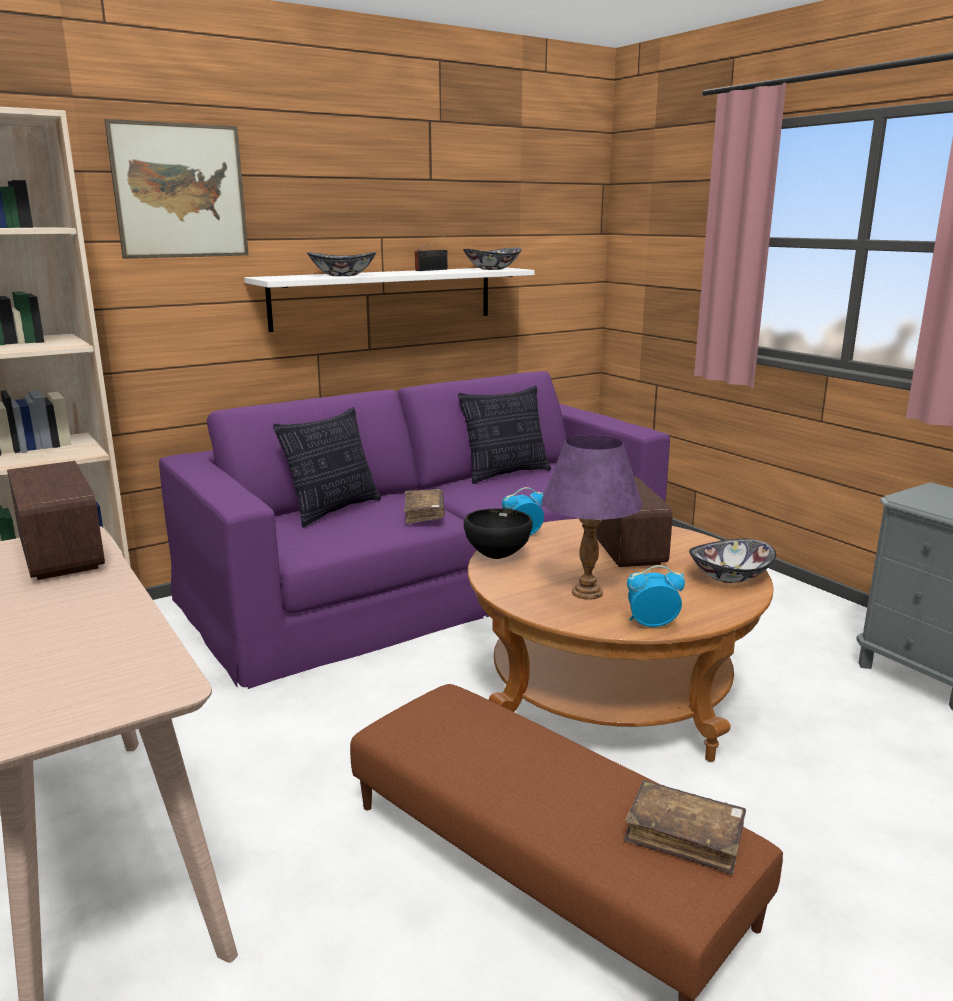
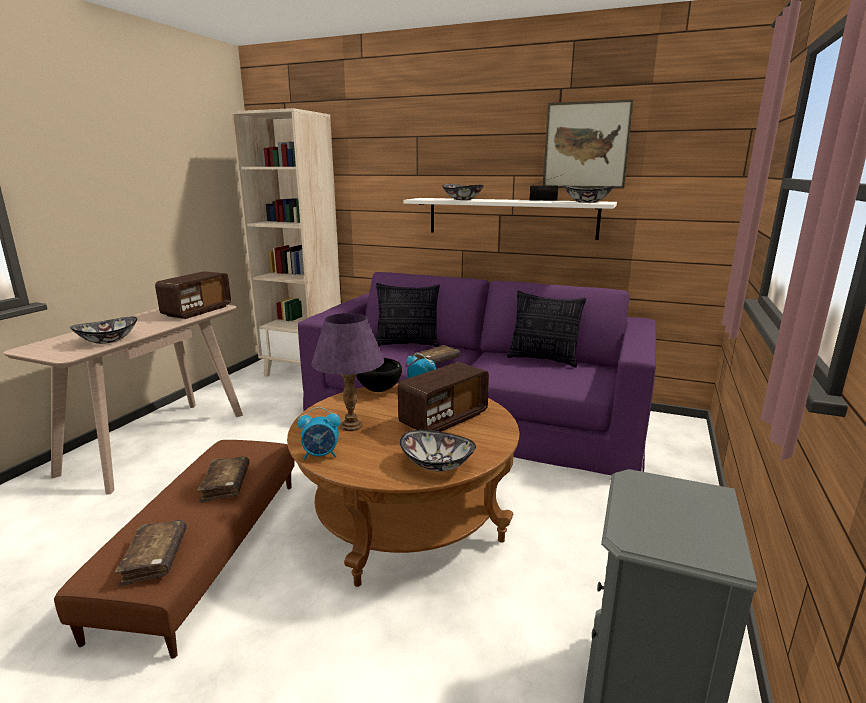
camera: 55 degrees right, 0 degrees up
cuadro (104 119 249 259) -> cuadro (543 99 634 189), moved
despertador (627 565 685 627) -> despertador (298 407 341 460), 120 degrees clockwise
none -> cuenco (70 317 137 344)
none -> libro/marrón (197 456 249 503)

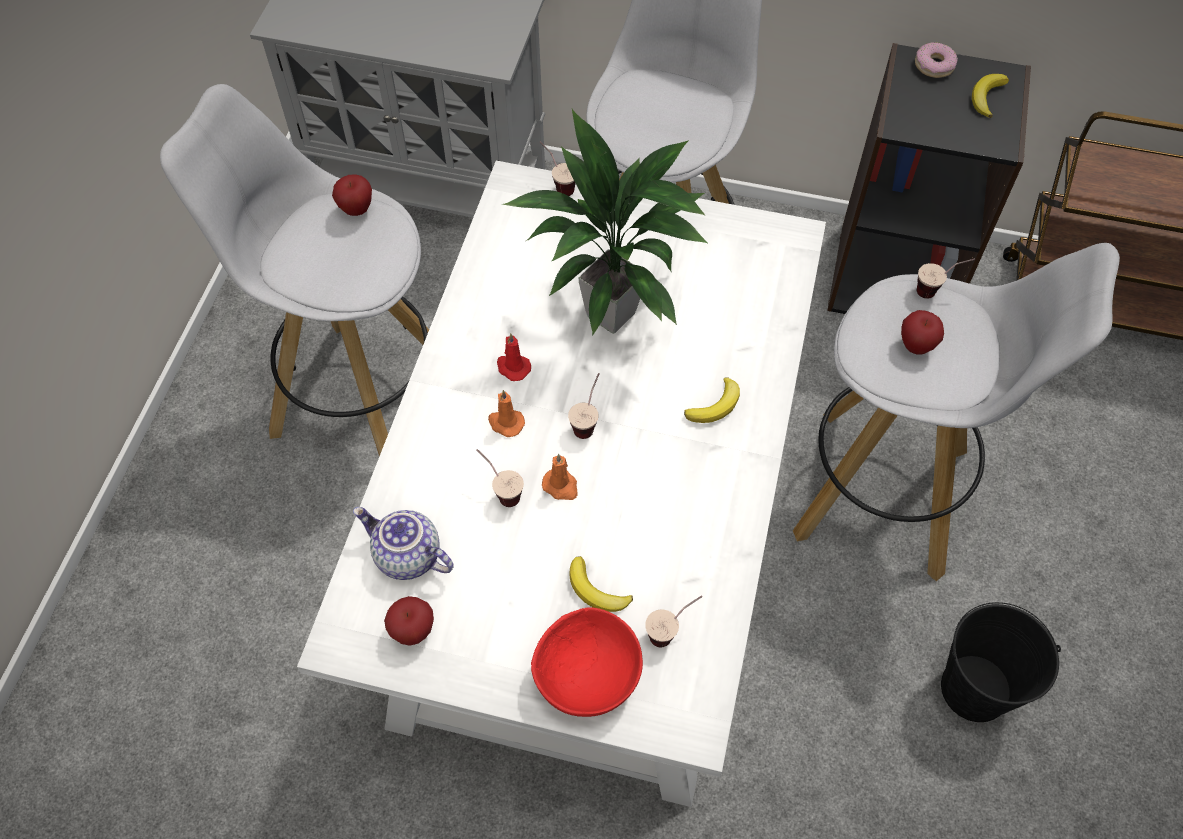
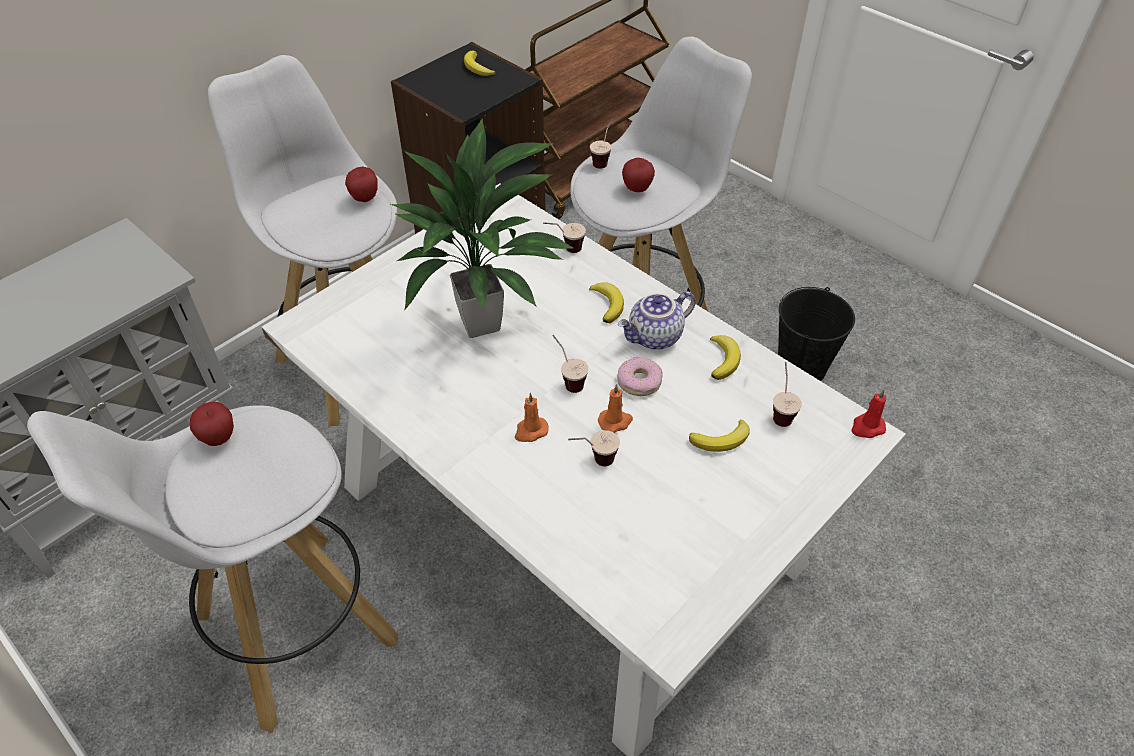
camera: 60 degrees left, 10 degrees down
rosquilla (915 42 958 78) -> rosquilla (617 357 663 396), moved
taza (540 141 576 196) -> taza (543 222 586 253), moved
vela/rojo (497 333 531 381) -> vela/rojo (851 389 887 438), moved
tetera (353 507 454 580) -> tetera (618 291 696 350), moved
manzana (384 596 434 646) -> manzana (345 166 378 202), moved
cuenco/rojo (531 607 643 717) -> none
none -> plátano (710 335 741 380)

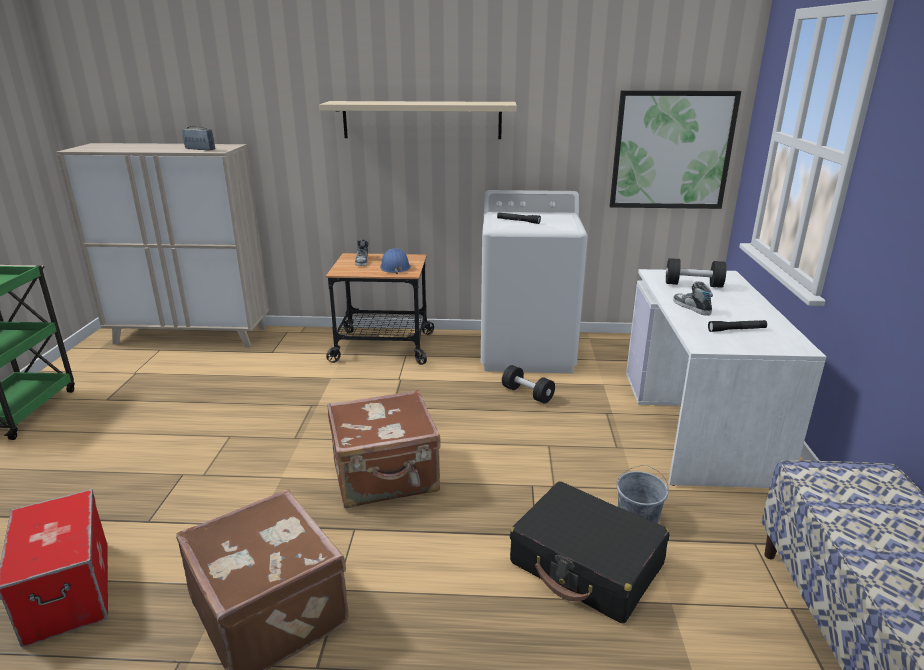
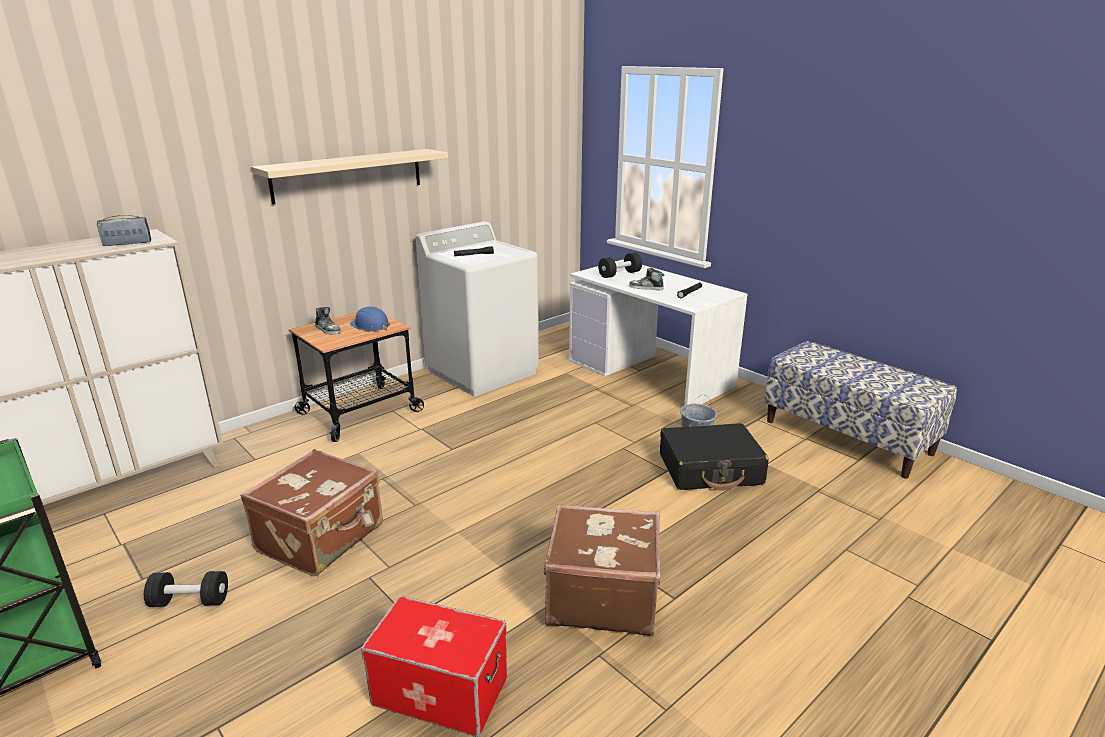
camera: 45 degrees left, 0 degrees up
cuadro (610 90 741 209) -> none
mancuerna/negro (502 365 555 404) -> mancuerna/negro (144 571 228 607), moved
maleta/marrón (327 390 441 508) -> maleta/marrón (240 449 383 576), moved

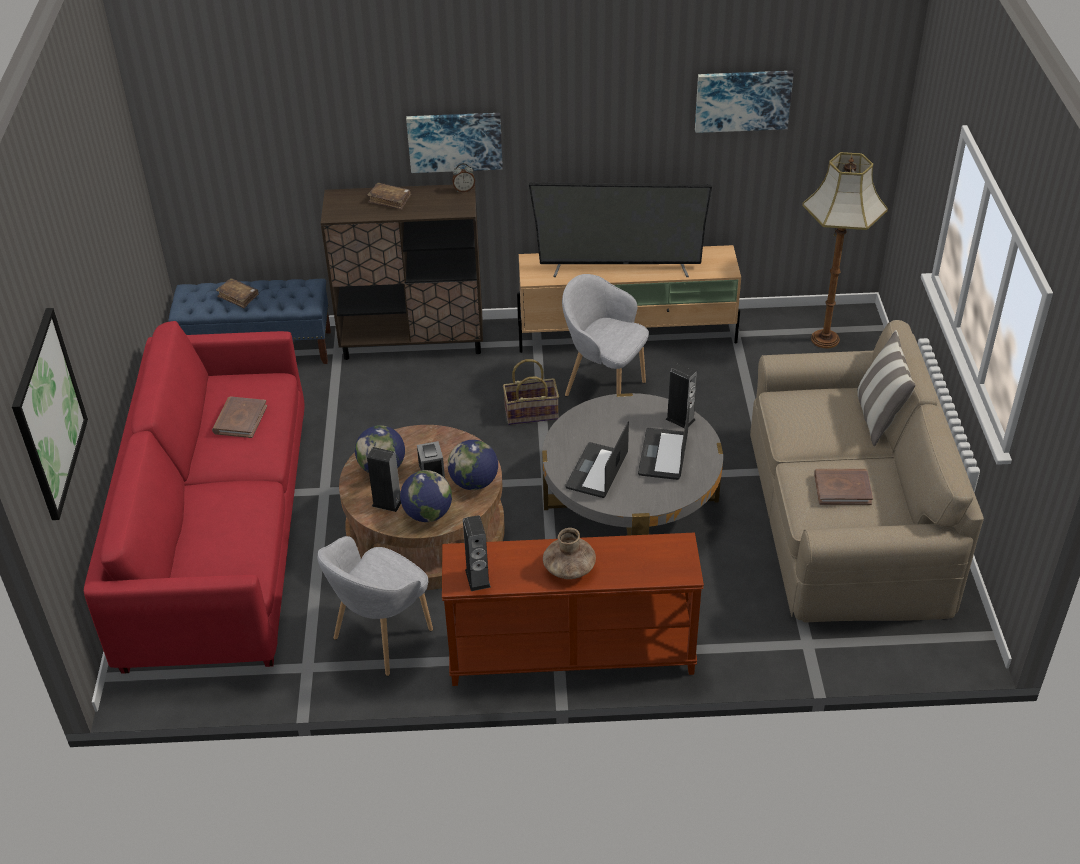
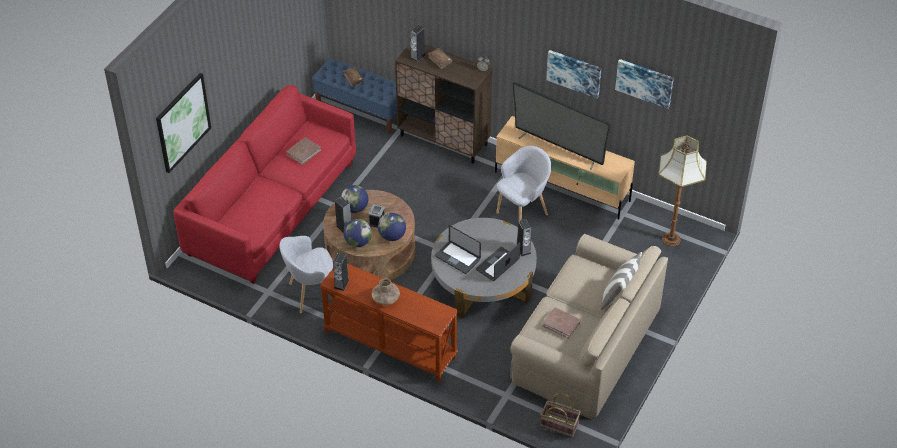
camera: 30 degrees right, 5 degrees up
cuadro (406 113 503 173) -> cuadro (546 50 602 98), moved
sillón/gris (562 274 649 397) -> sillón/gris (496 146 551 221), 75 degrees clockwise
cesta (503 359 559 425) -> cesta (540 393 581 437), moved
portátil (565 421 629 498) -> portátil (435 225 481 274), 105 degrees counterclockwise
none -> altavoz (410 25 426 62)

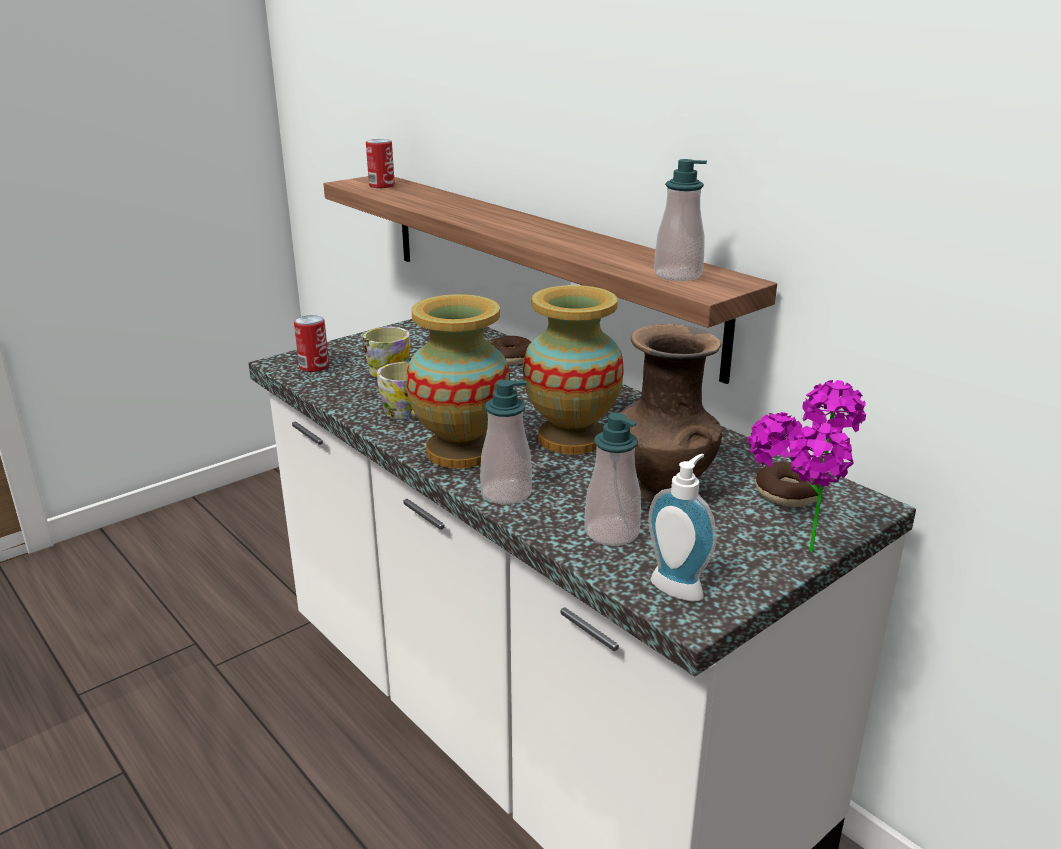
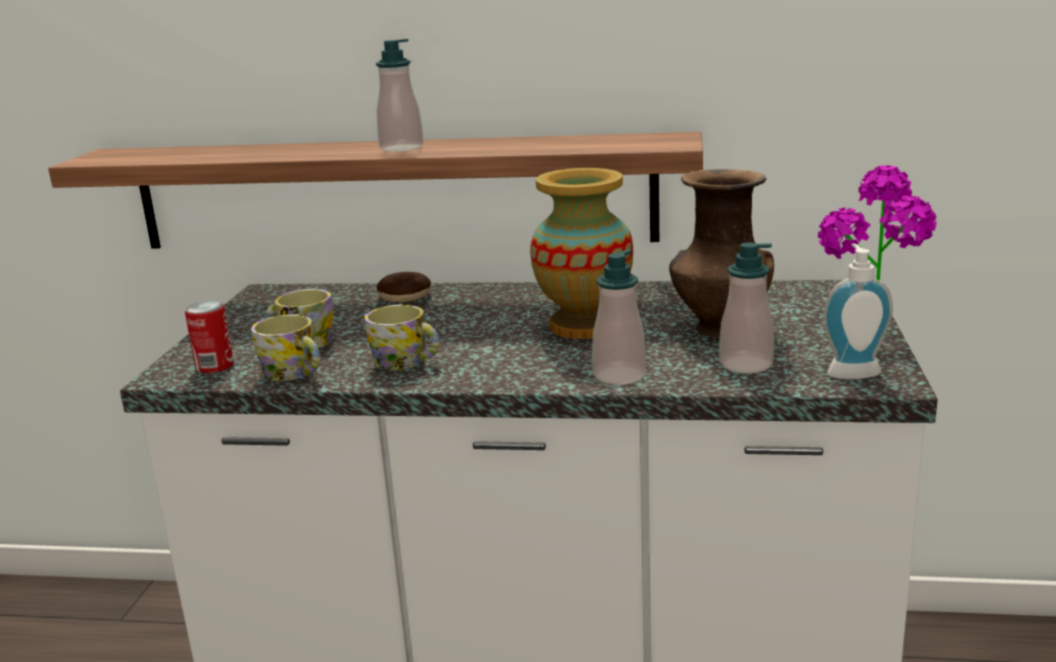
camera: 40 degrees left, 5 degrees down
lata (366 139 395 188) -> none
dispensador de jabón (654 159 707 281) -> dispensador de jabón (376 39 424 152), moved
florero (406 294 510 469) -> none
rosquilla (756 462 823 507) -> none
none -> taza grande (251 314 321 381)

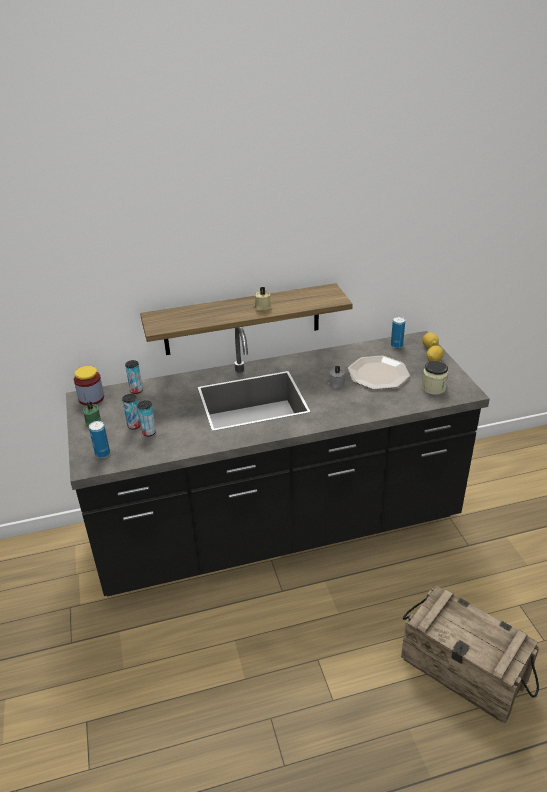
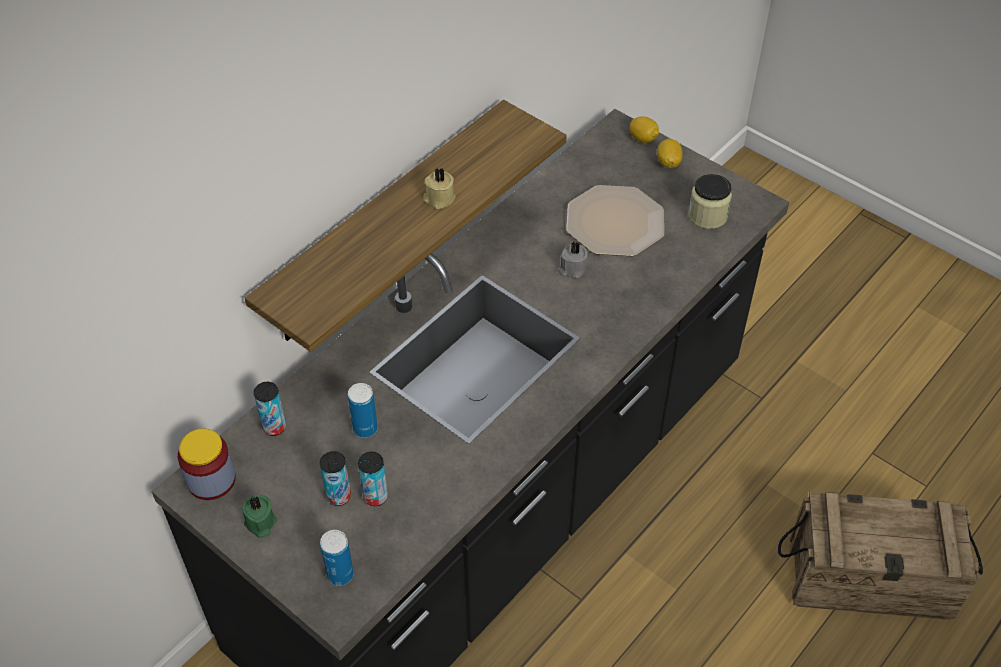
camera: 35 degrees left, 15 degrees up
lata (391 317 405 348) -> lata (348 383 378 438), moved

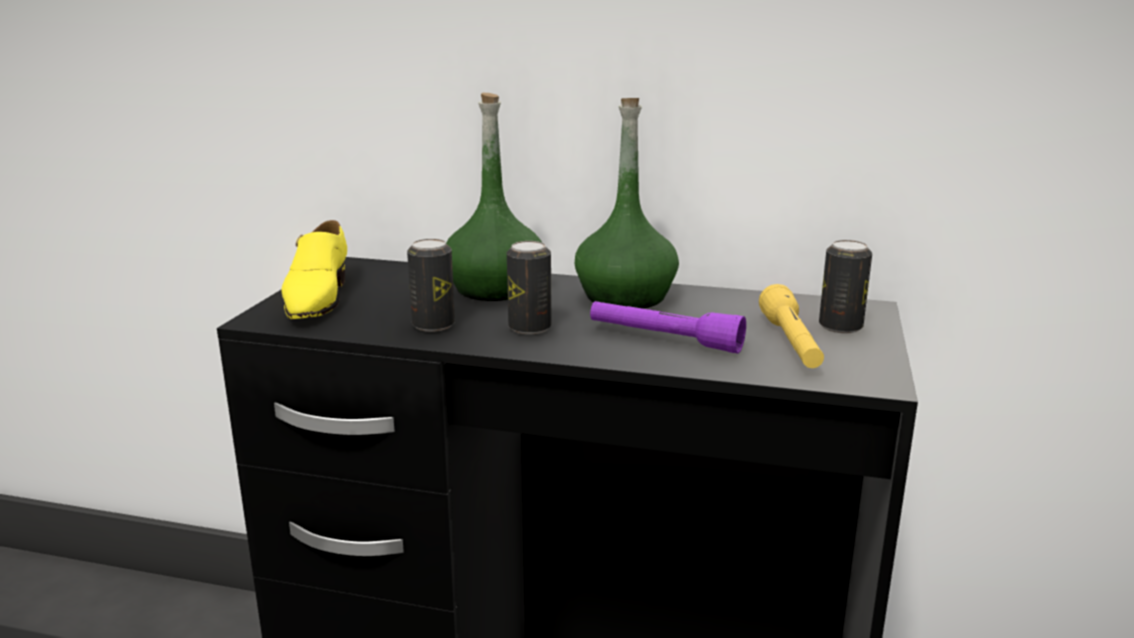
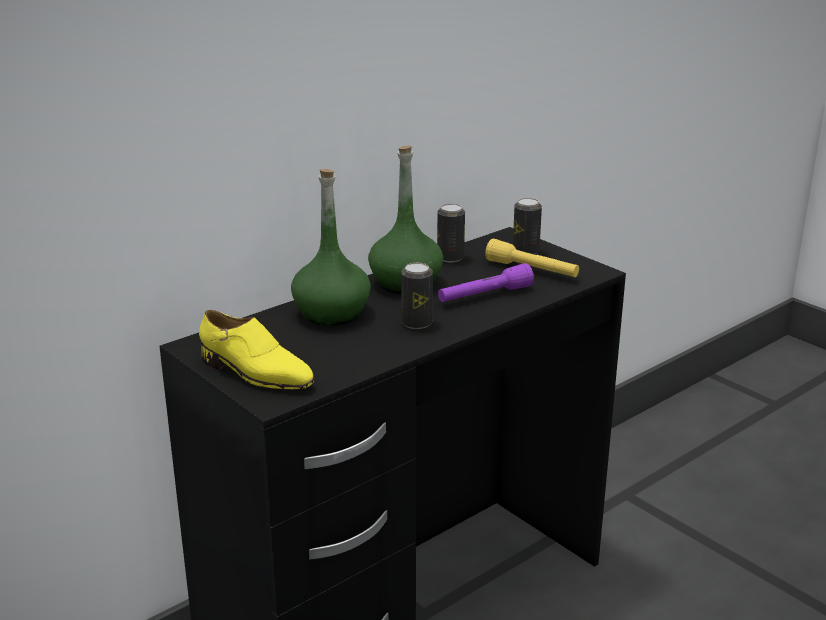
camera: 55 degrees left, 5 degrees up
lata (407 239 455 332) -> lata (437 204 465 263), moved

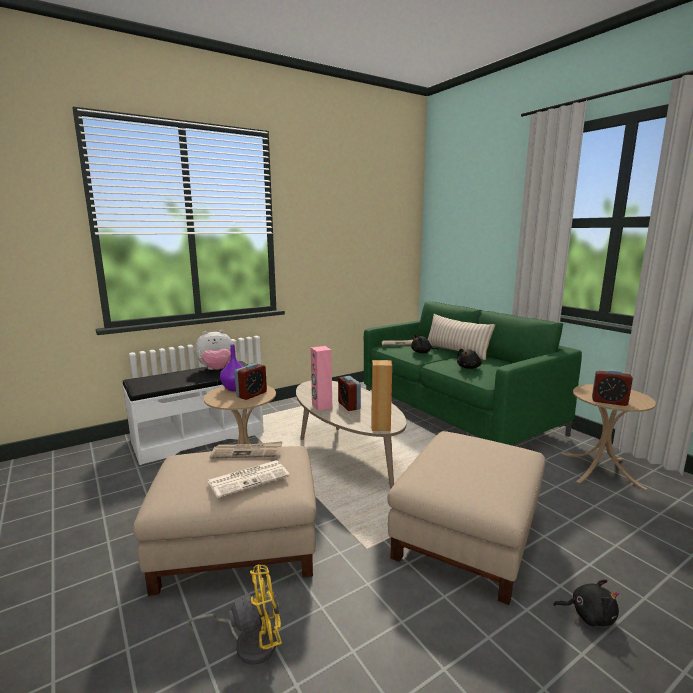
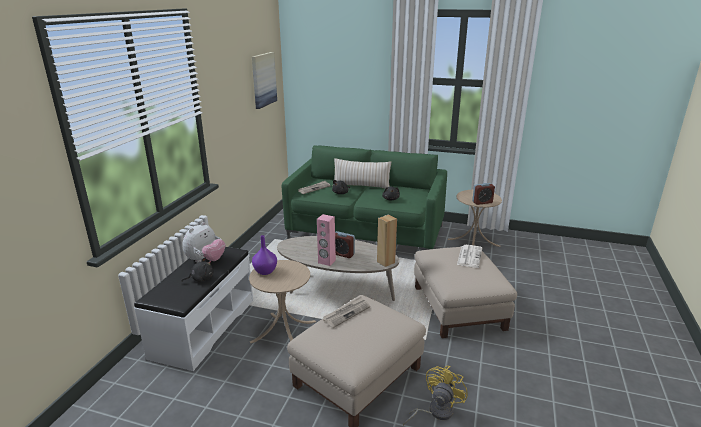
camera: 40 degrees left, 10 degrees up
despertador (235 363 267 400) -> none
periódico (208 460 290 498) -> periódico (457 245 482 268), moved
peluche/negro (553 579 619 626) -> peluche/negro (181 257 214 282), moved
none -> cuadro (252 52 277 109)

